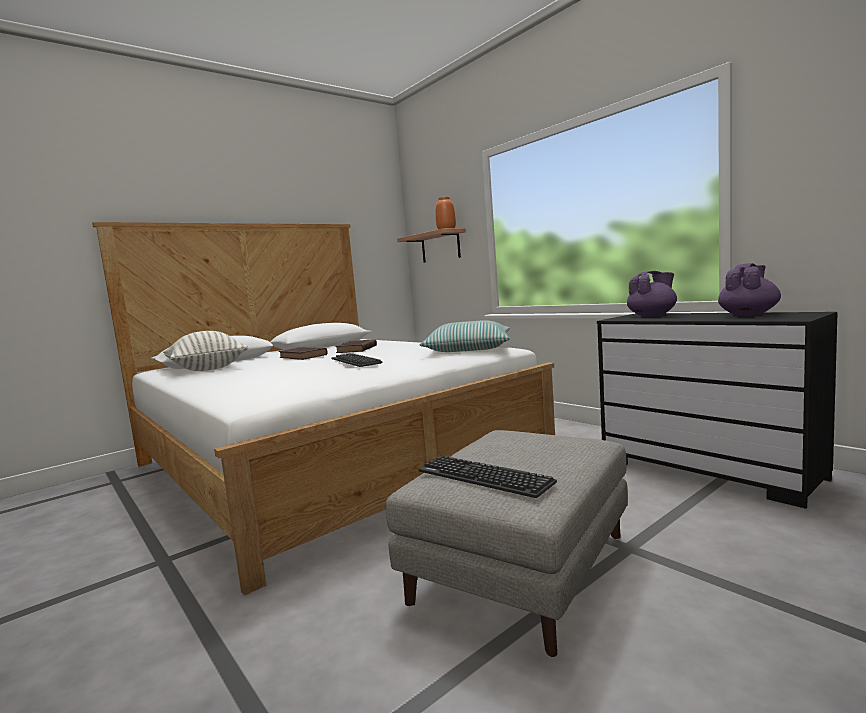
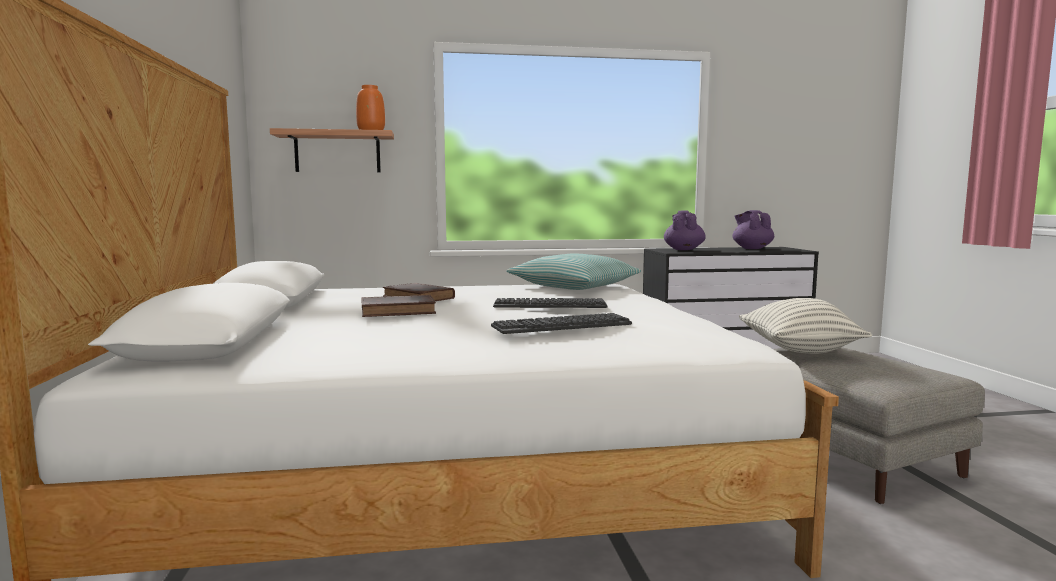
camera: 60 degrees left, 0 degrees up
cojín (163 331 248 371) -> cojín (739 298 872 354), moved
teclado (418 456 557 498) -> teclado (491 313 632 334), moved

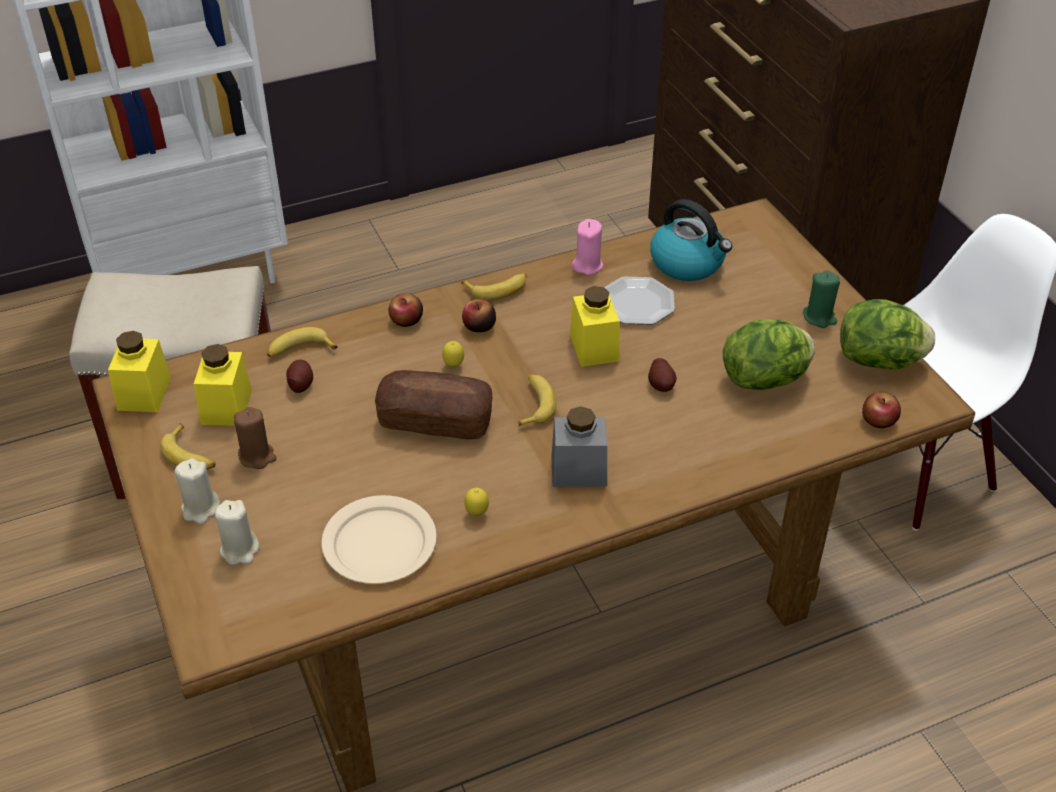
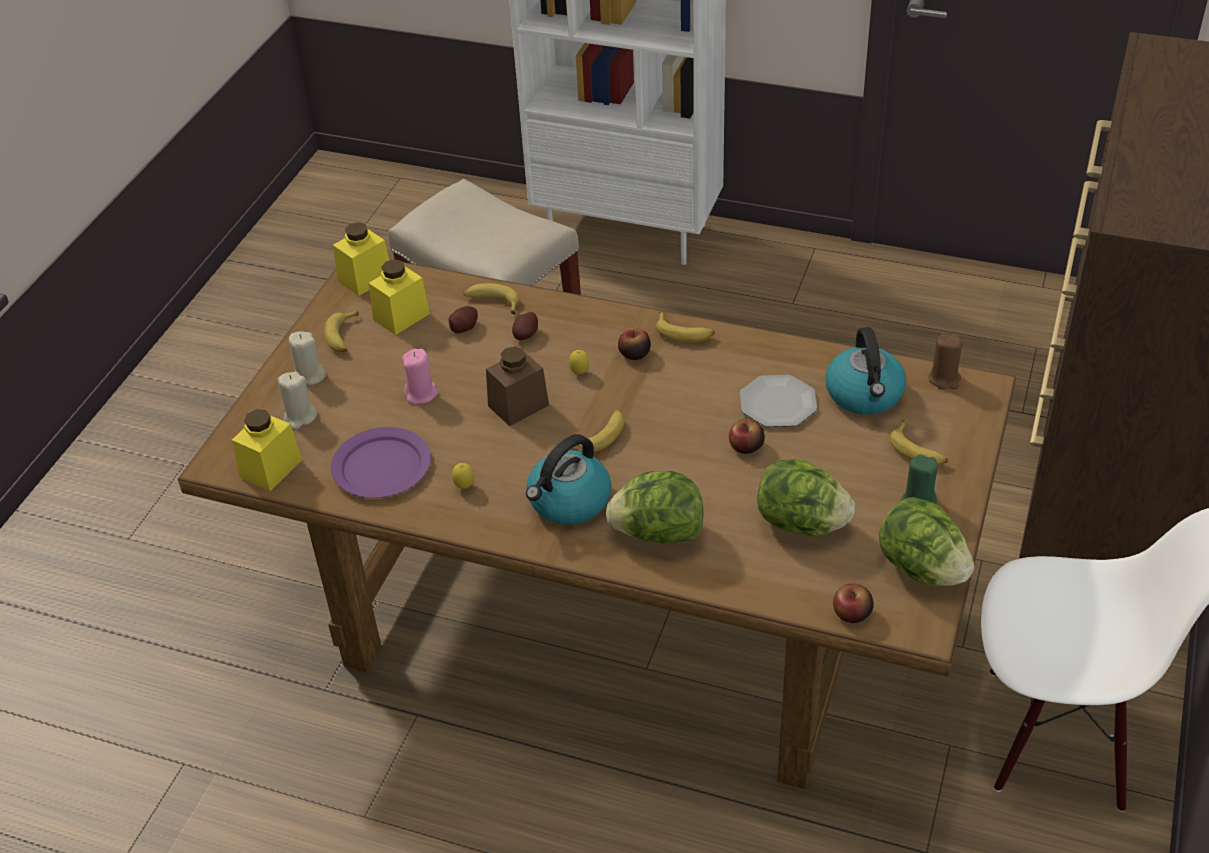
camera: 45 degrees right, 0 degrees up
vela/rosa (572 219 603 275) -> vela/rosa (402 349 438 404), moved
tarro/amarillo (570 286 620 367) -> tarro/amarillo (232 409 302 491), moved
manzana (389 293 423 327) -> manzana (729 419 765 454), moved
patata (648 358 677 392) -> patata (512 312 538 340), moved
pan (375 370 492 439) -> tarro/marrón (486 346 549 426)
tarro/gris (551 406 607 487) -> hervidor (526 434 611 525)
vela/marrón (234 407 276 469) -> vela/marrón (928 334 963 390), moved
plato/beis (321 495 437 584) -> plato/morado (331 427 431 498)
none -> plátano (890 420 948 465)
none -> lechuga (606 471 704 544)

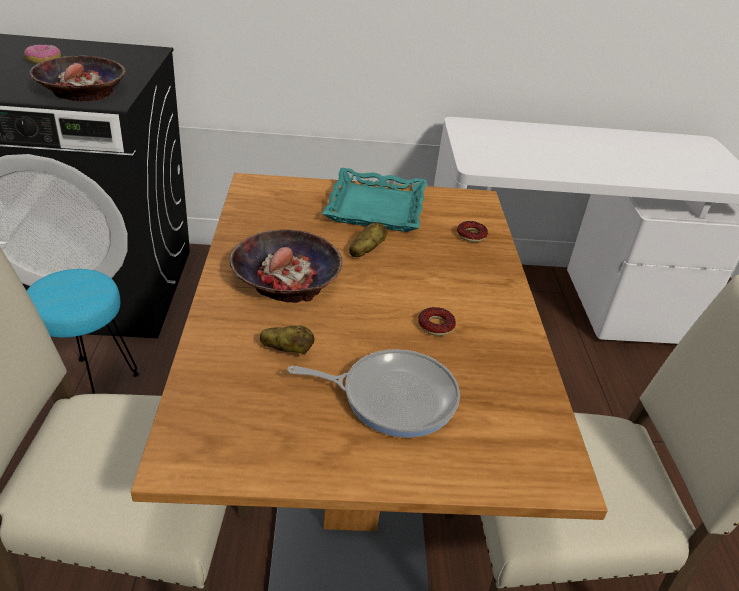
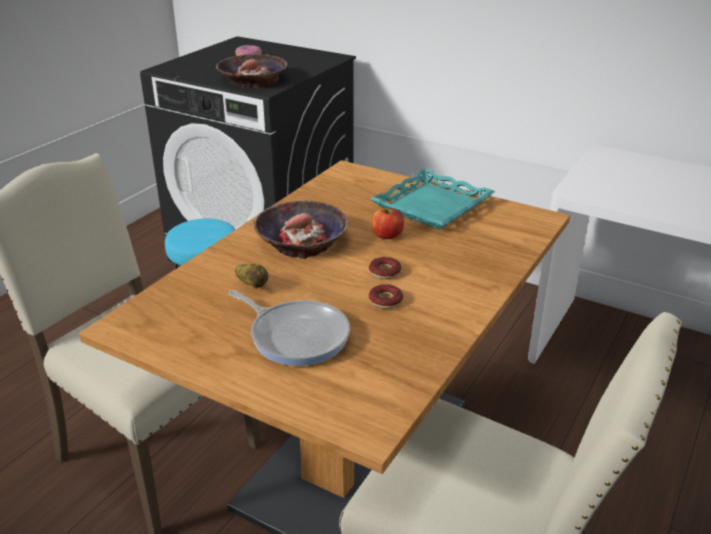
camera: 35 degrees right, 5 degrees down
rosquilla (457 221 488 242) -> rosquilla (369 257 401 279), moved
patata (349 222 388 257) -> manzana (371 208 404 239)

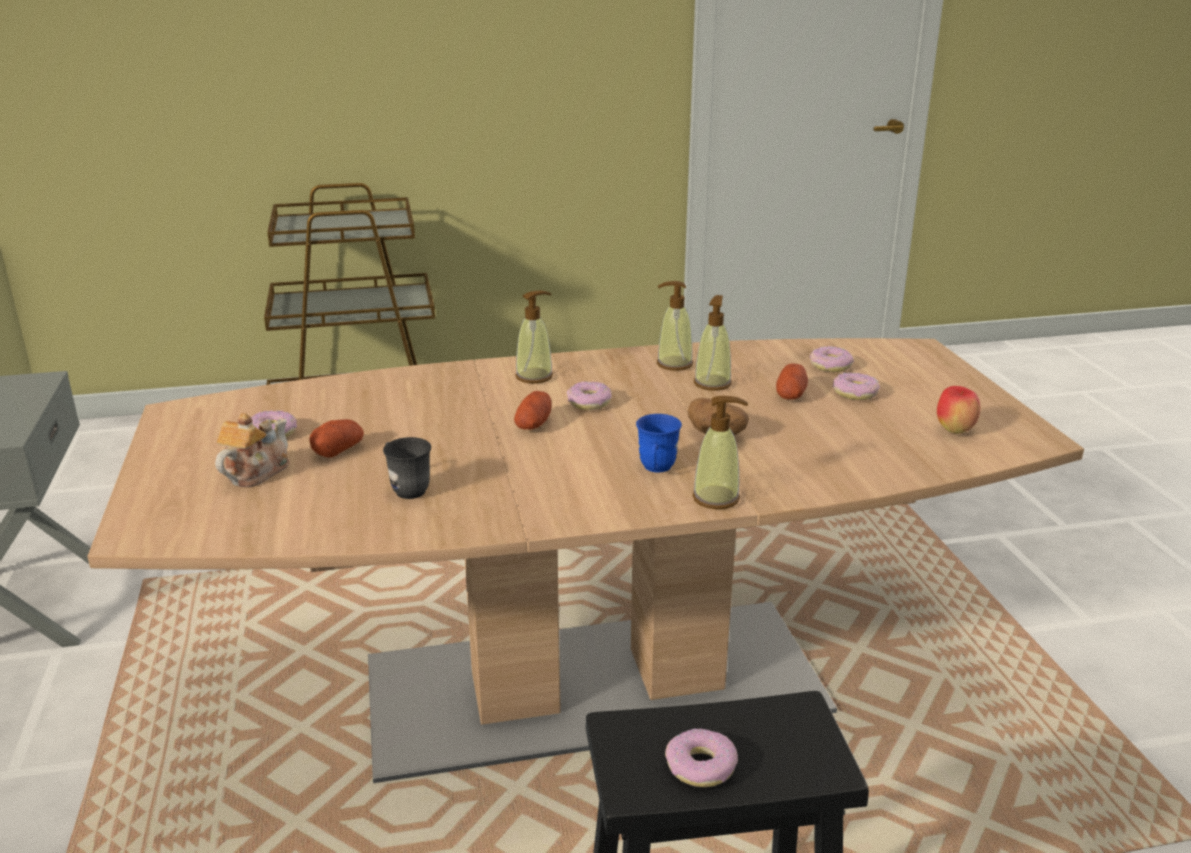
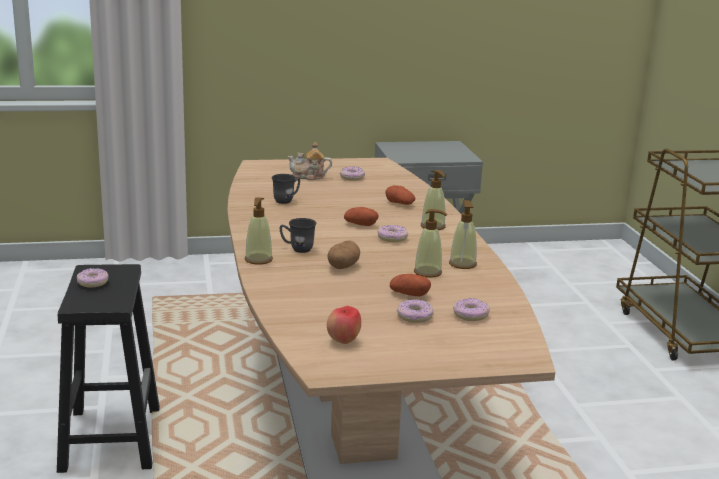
camera: 90 degrees right, 5 degrees down
tetera (215 413 289 487) -> tetera (287 142 332 180), 150 degrees clockwise
taza grande/azul (636 414 682 472) -> taza grande/gris (280 218 316 253)
patata (309 419 364 458) -> patata (385 185 415 205), moved

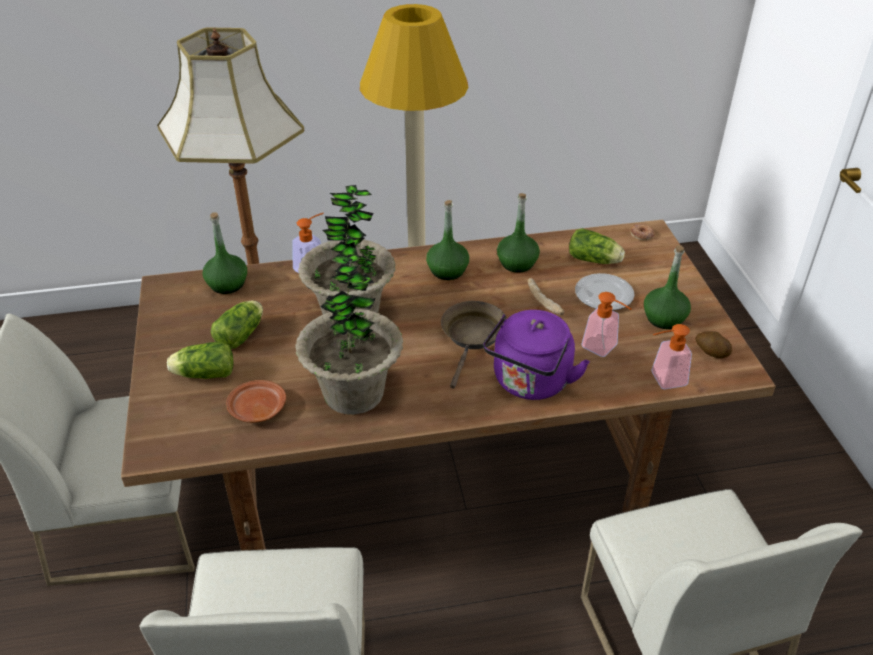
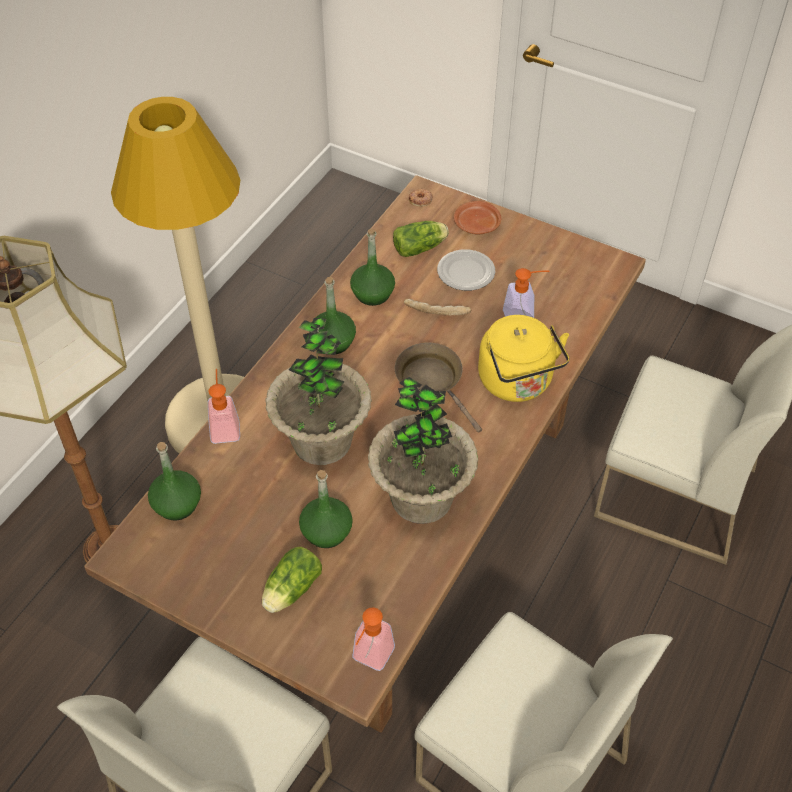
camera: 50 degrees left, 10 degrees up
botella/verde (644 245 691 329) -> botella/verde (299 470 353 548), moved
lechuga (211 300 263 349) -> none
hervidor/morado (483 310 590 400) -> hervidor/amarillo (478 315 569 402)
dispensador de jabón (652 324 692 389) -> dispensador de jabón (352 607 395 671), moved
patata (695 331 732 358) -> none
plato/marrón (226 380 286 423) -> plato/marrón (454 201 502 234), moved

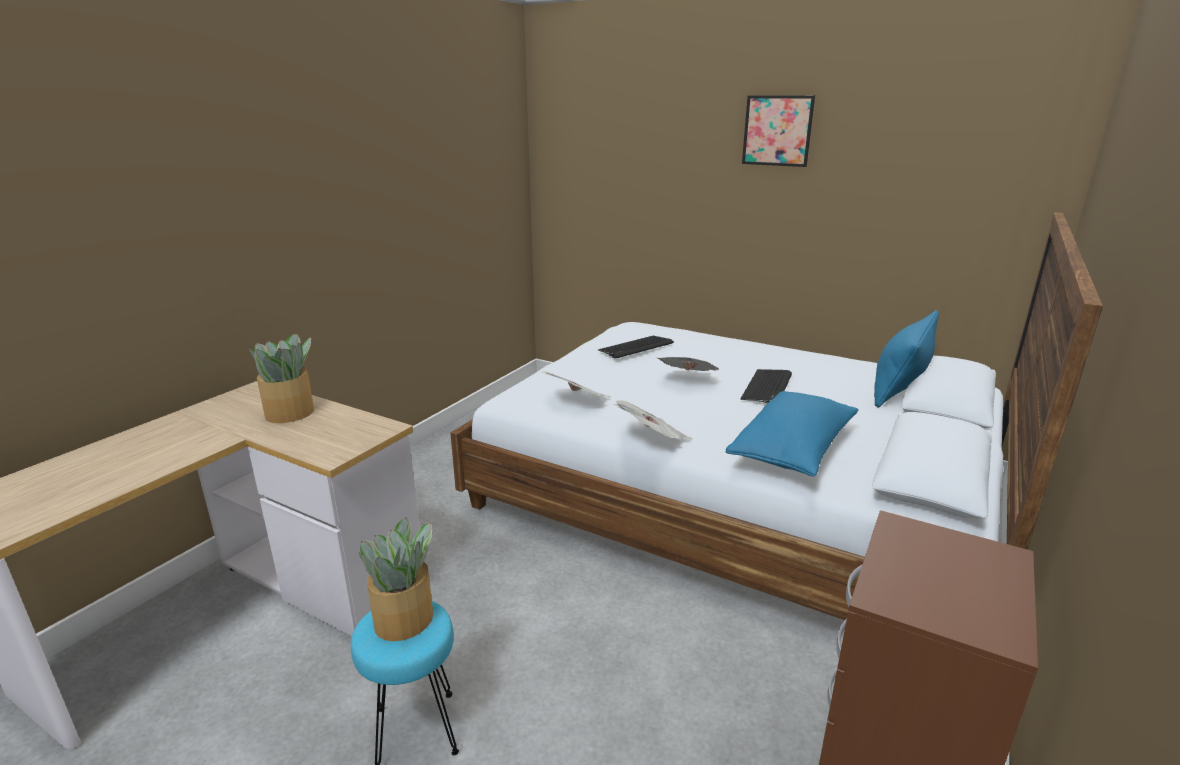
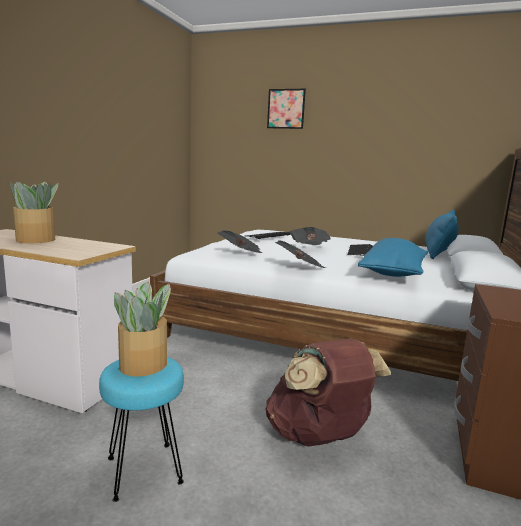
camera: 10 degrees left, 10 degrees down
cuadro (742 96 815 167) -> cuadro (267 89 306 129), moved
none -> mochila/marrón (266 339 393 447)

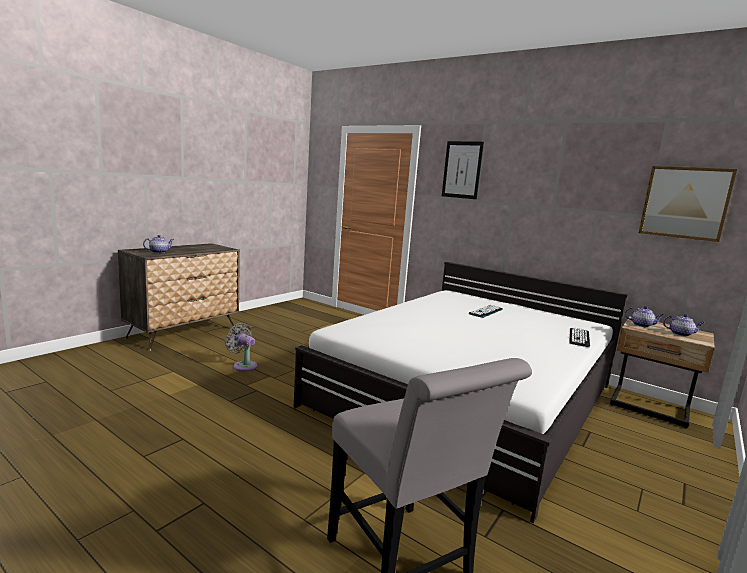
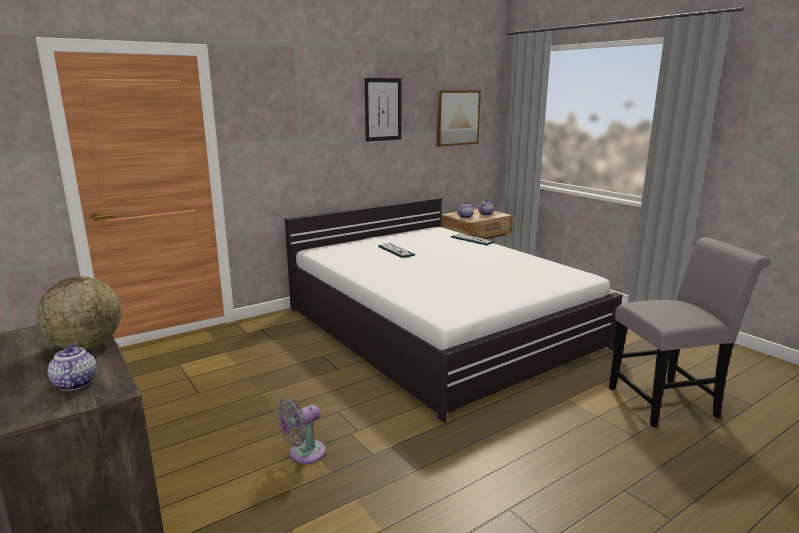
camera: 70 degrees left, 5 degrees up
cuadro (442 141 484 199) -> cuadro (365 78 401 142), moved
none -> globo terráqueo (37 276 121 349)

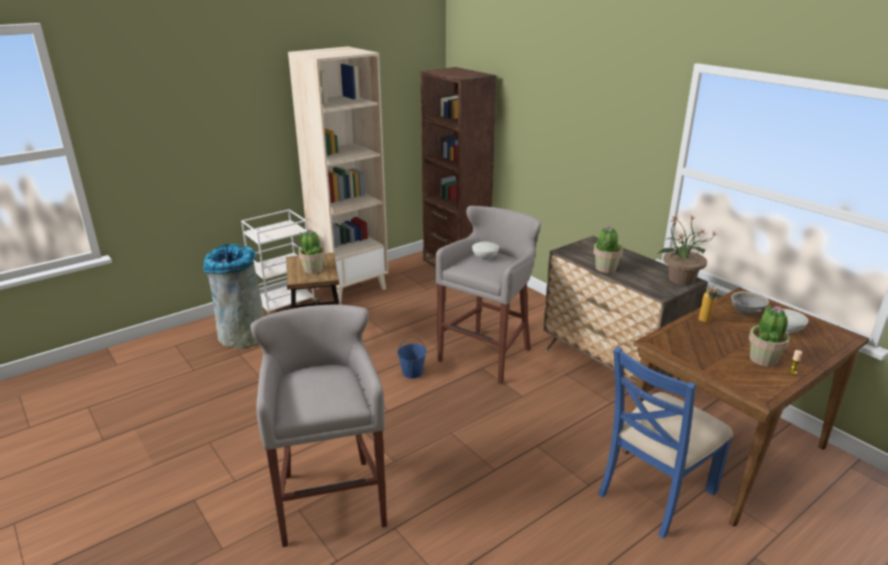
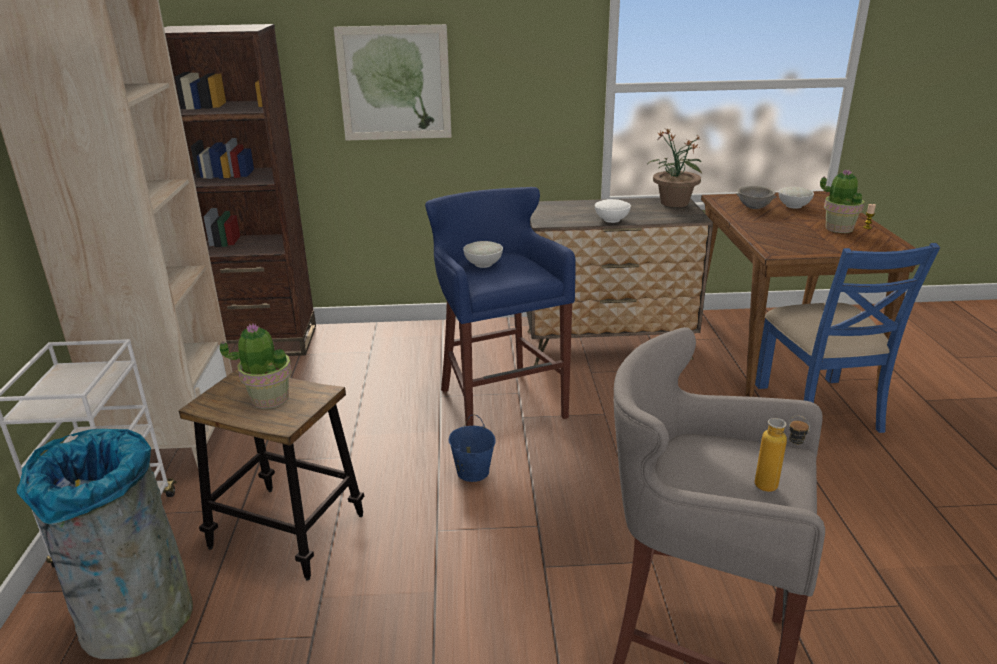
camera: 55 degrees left, 0 degrees up
taburete/gris (435 206 541 384) -> taburete/azul (425 187 576 426)
planta en maceta (593 226 623 273) -> cuenco/blanco (595 199 631 223)
botella (699 285 718 323) -> botella (755 415 810 492), moved
none -> cuadro (334 24 452 140)

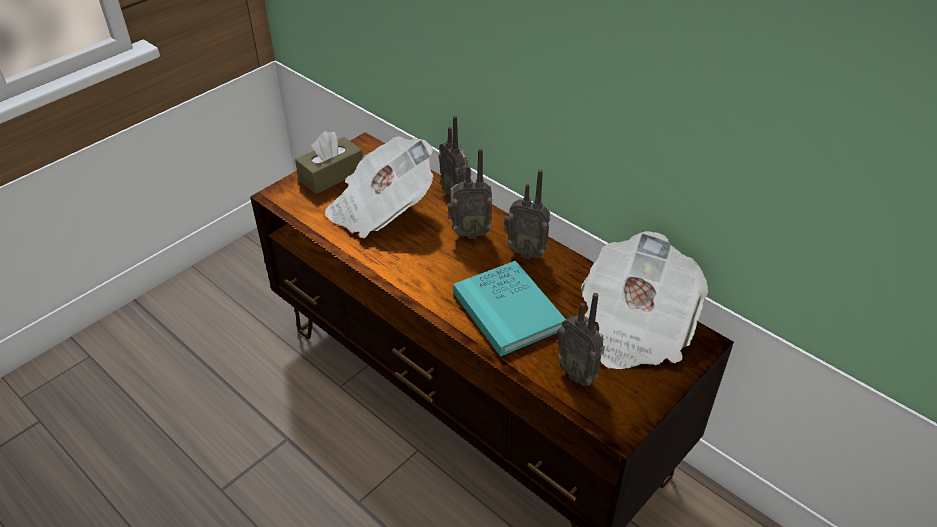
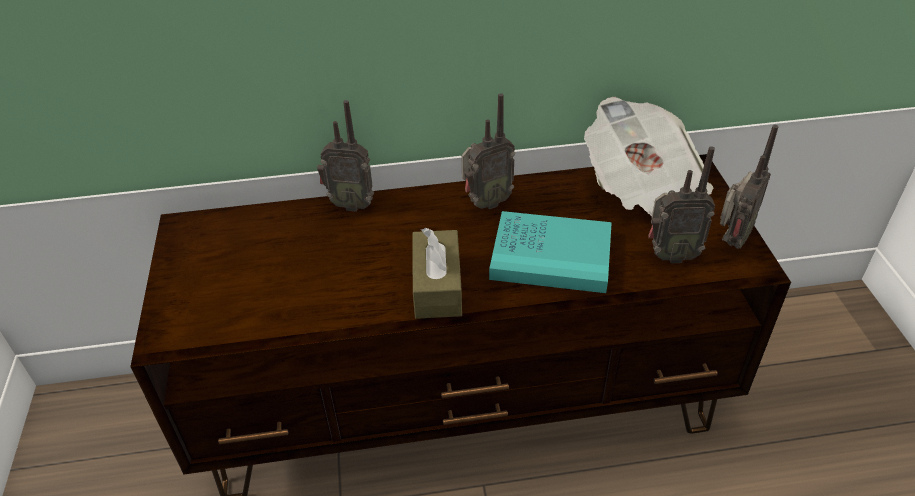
camera: 50 degrees left, 0 degrees up
caja de pañuelos/marrón (295 131 363 194) -> caja de pañuelos/marrón (413 228 462 319), moved
periódico (325 136 433 238) -> none
radio (447 148 493 239) -> radio (720 125 778 249), moved

